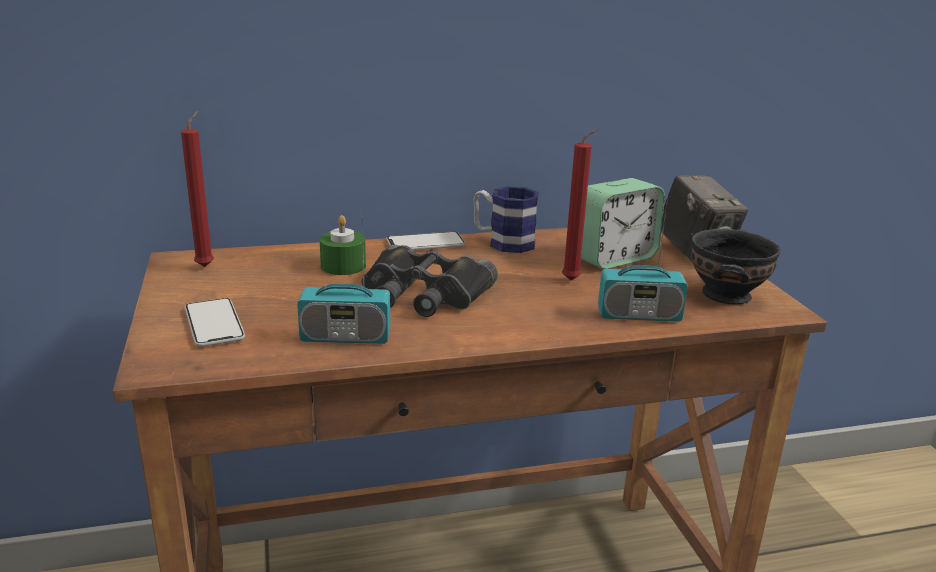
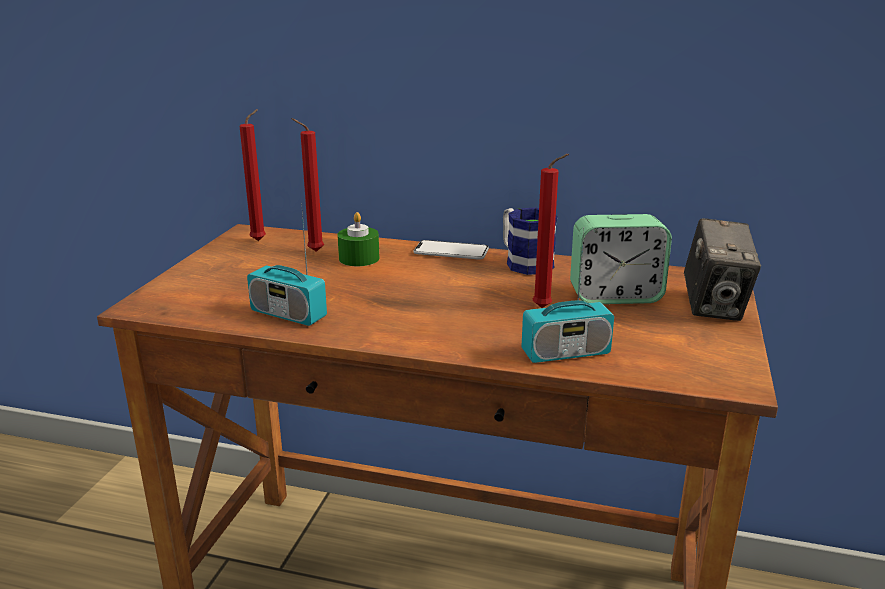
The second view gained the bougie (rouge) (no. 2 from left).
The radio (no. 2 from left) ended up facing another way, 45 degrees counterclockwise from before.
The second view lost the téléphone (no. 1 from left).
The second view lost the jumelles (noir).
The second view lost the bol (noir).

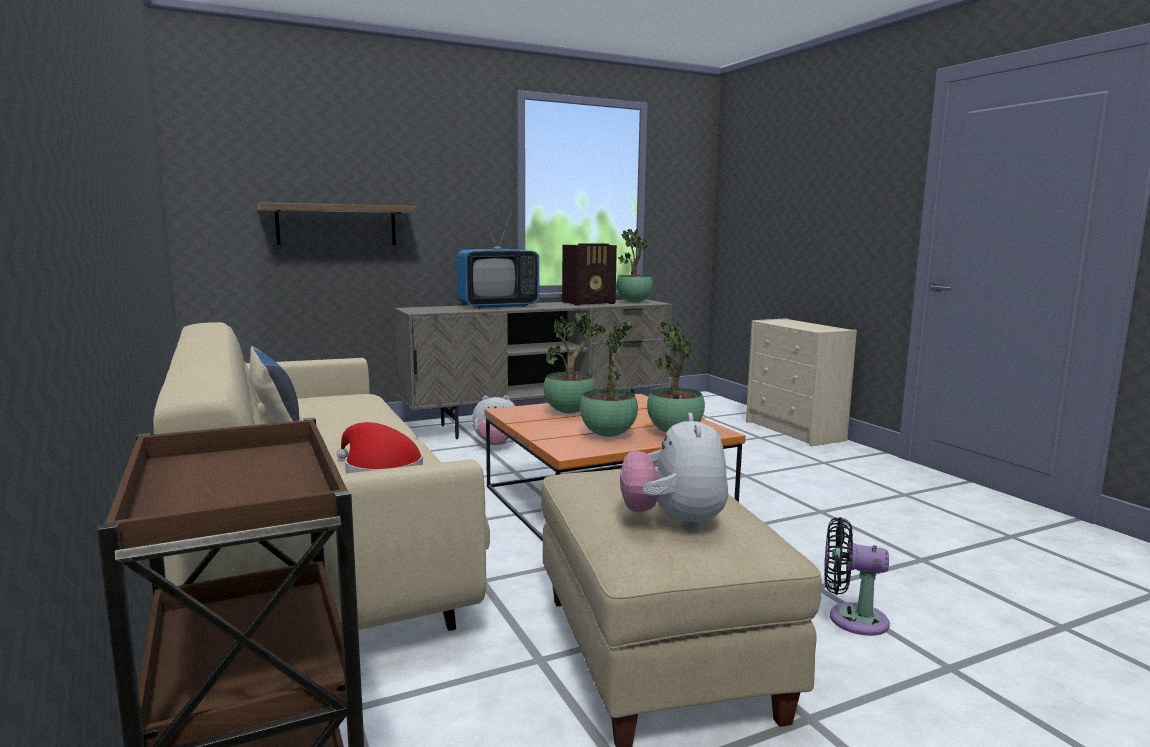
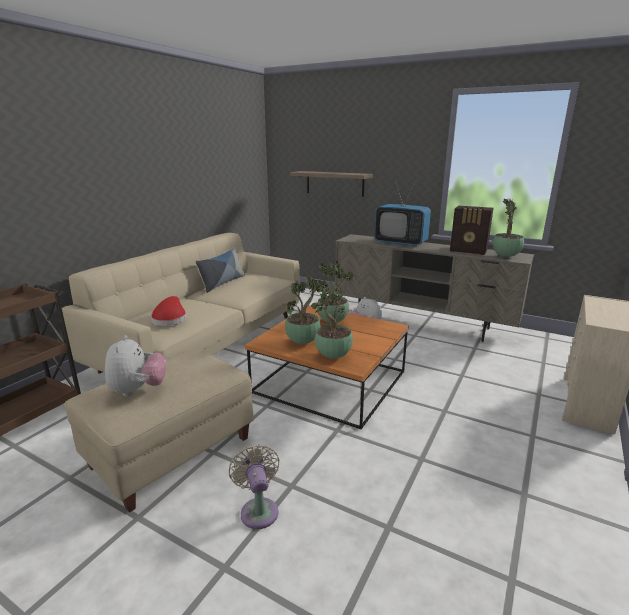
The peluche (no. 2 from left in the first image) ended up facing another way, 120 degrees clockwise from before.
What was the ventilateur (noir) turned into the ventilateur (beige).

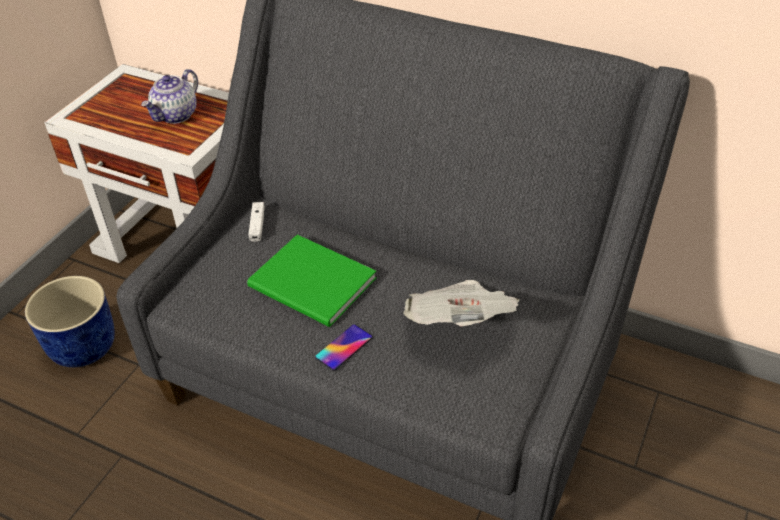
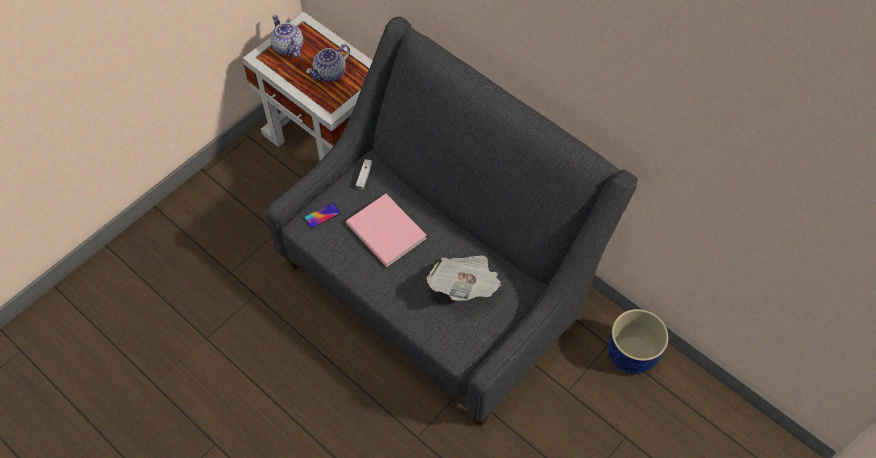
The second view gained the théière (no. 1 from left).
The téléphone ended up elsewhere.
What was the livre (vert) turned into the livre (rose).
The cache-pot (bleu) ended up elsewhere.

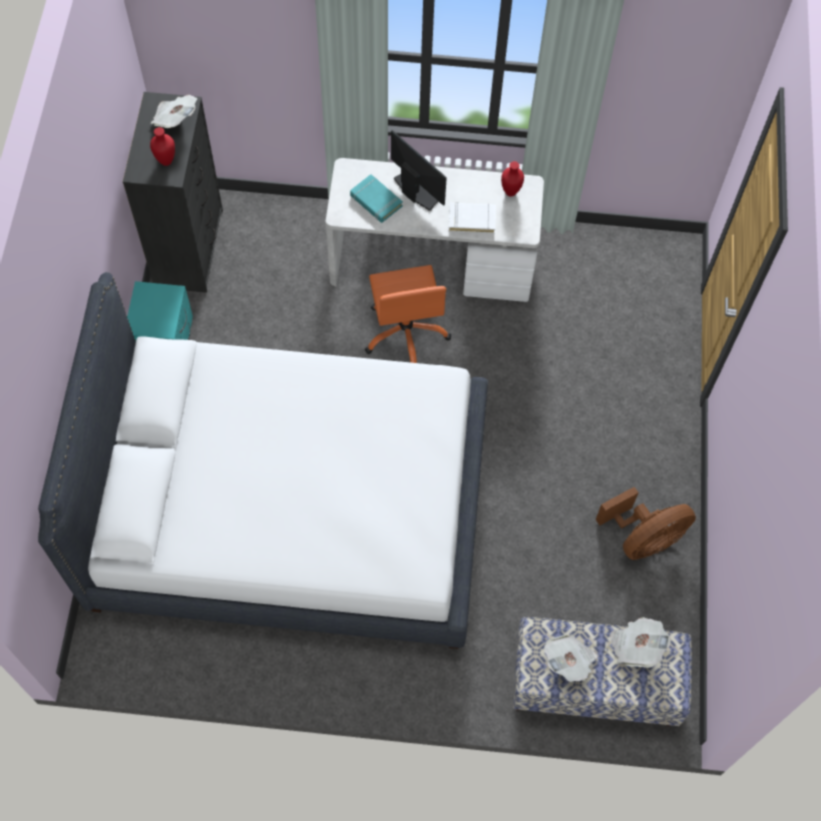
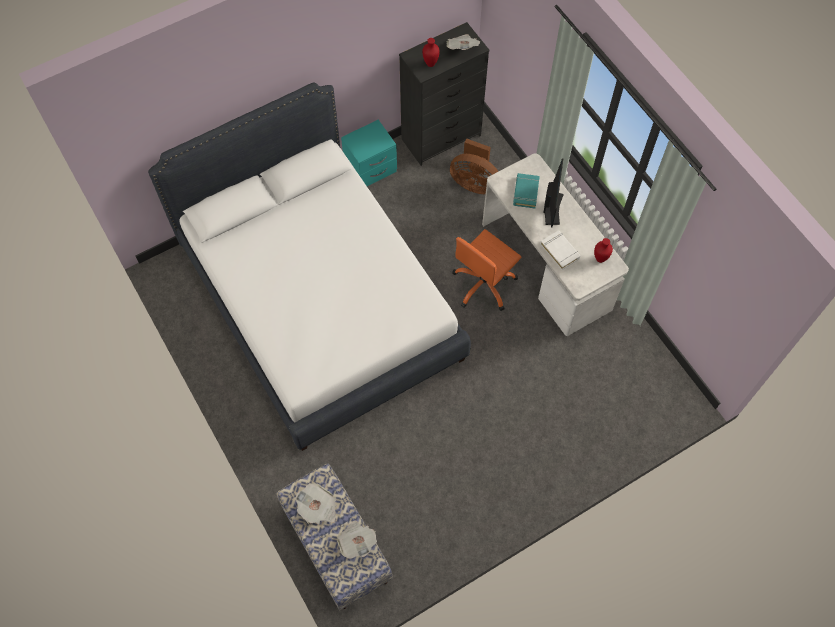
The ventilateur (marron) ended up elsewhere.

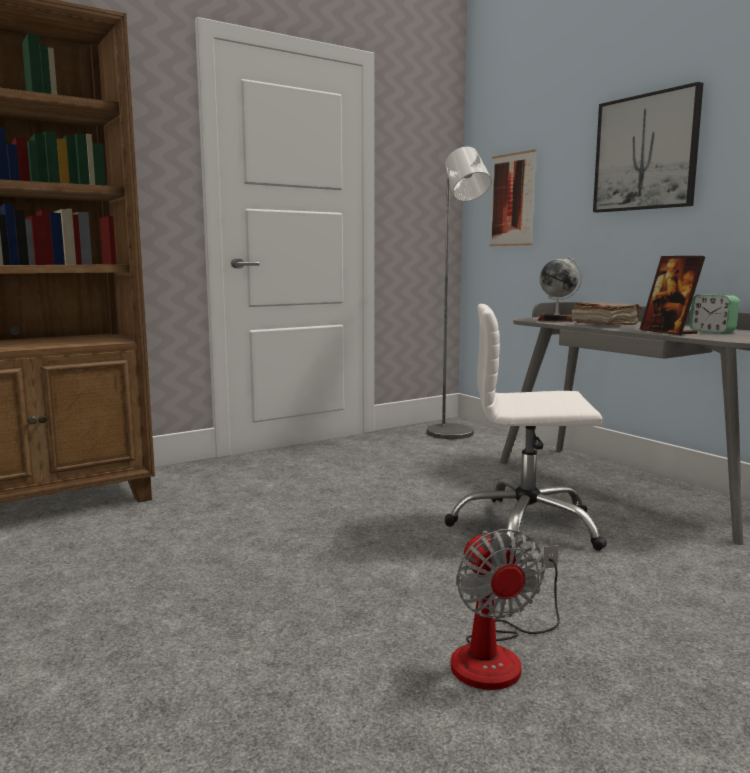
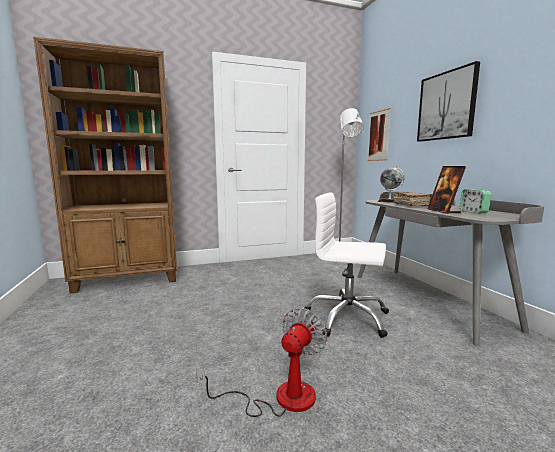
The ventilateur ended up facing another way, 150 degrees counterclockwise from before.

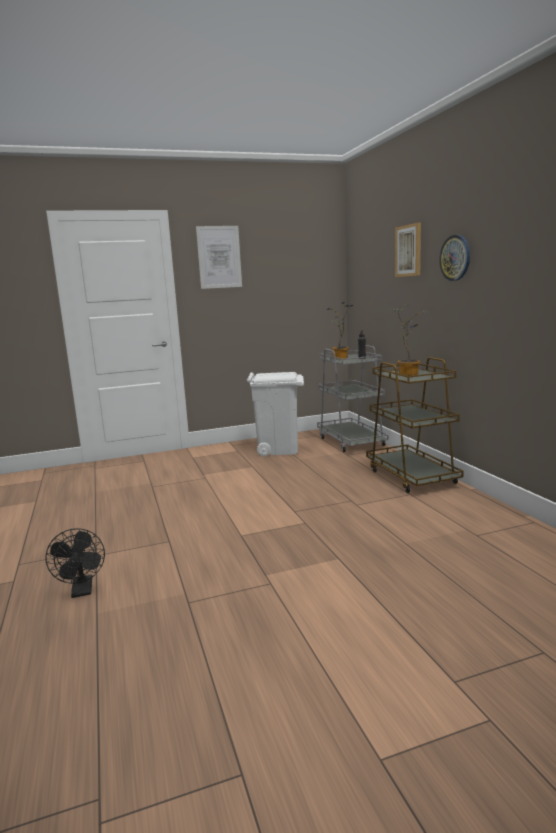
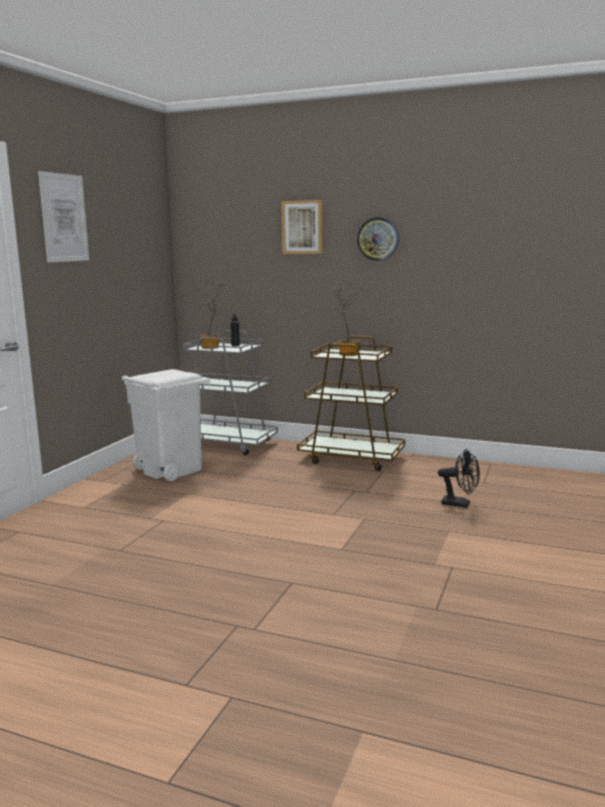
The ventilateur (noir) ended up elsewhere.

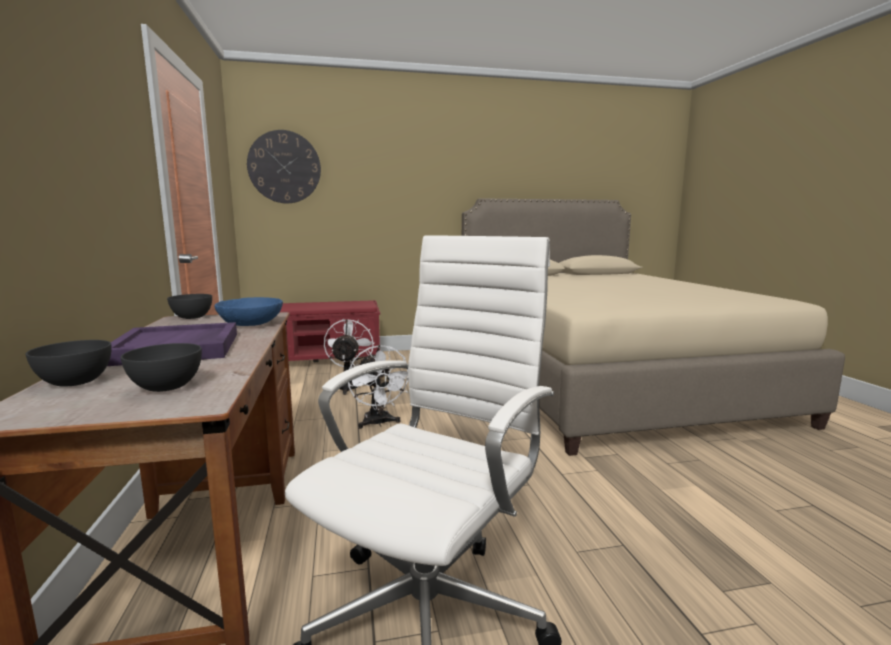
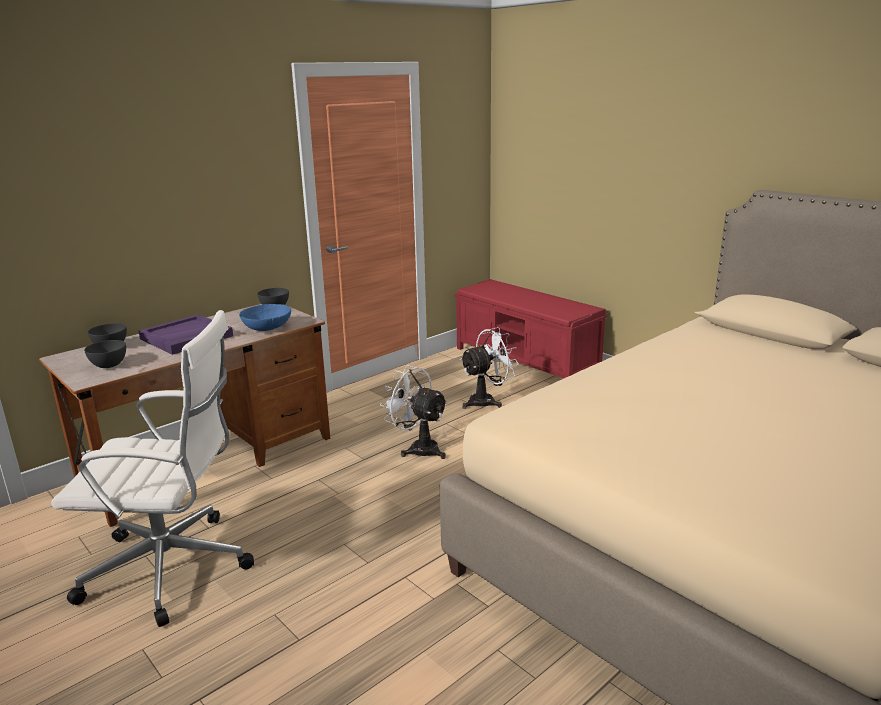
The ventilateur (blanc) (no. 2 from left in the first image) ended up facing another way, 90 degrees clockwise from before.
The second view lost the horloge murale.

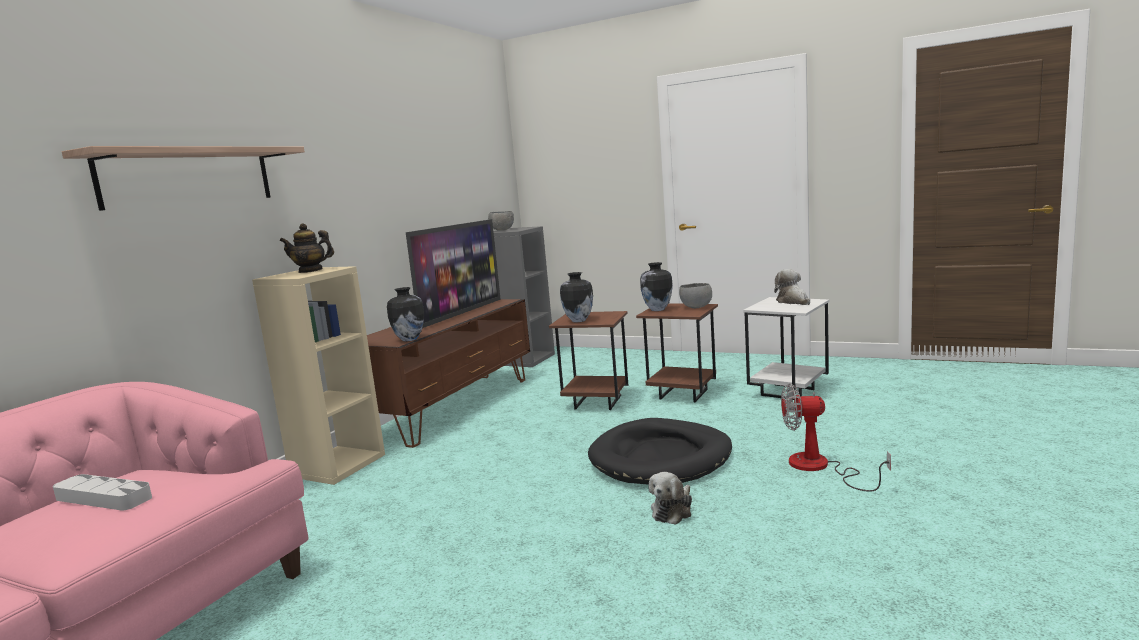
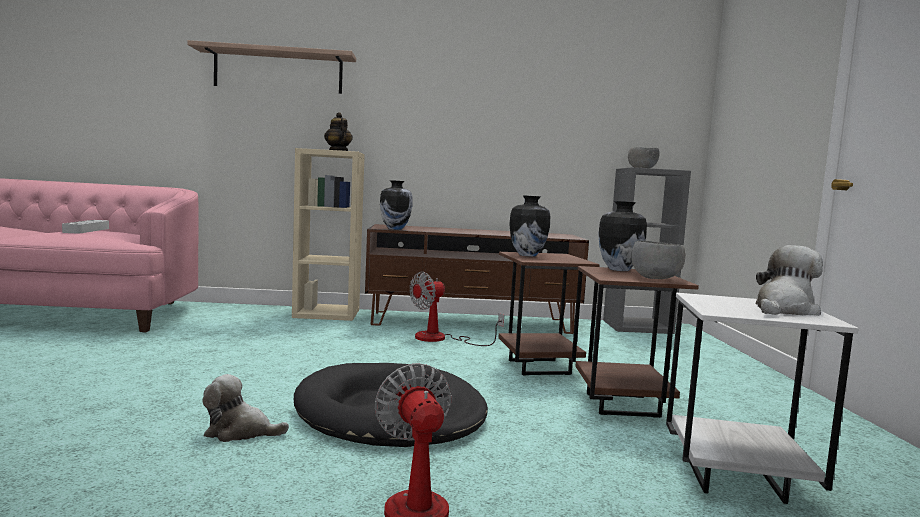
The second view gained the ventilateur (no. 2 from left).
The second view lost the téléviseur.

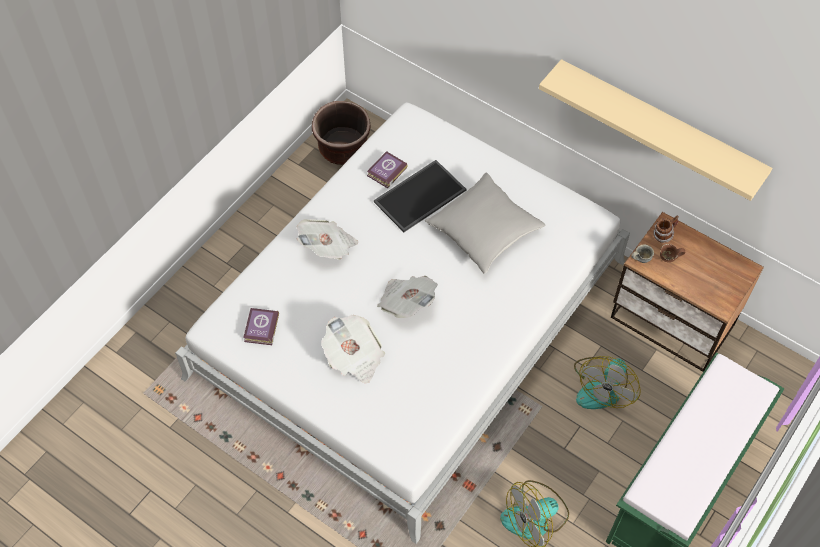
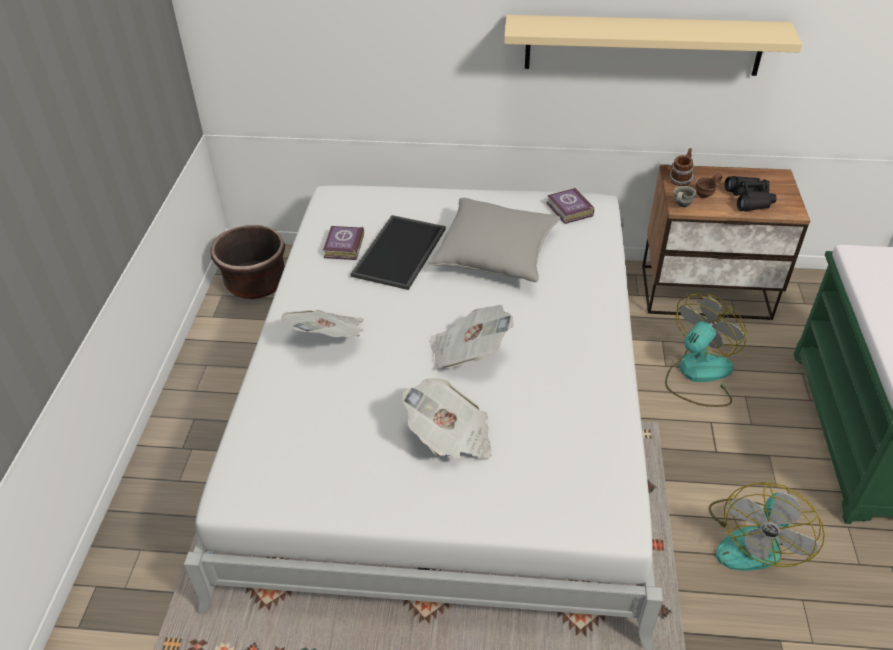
The livre (no. 1 from left in the first image) ended up elsewhere.
The ventilateur (no. 2 from left in the first image) ended up facing another way, 135 degrees counterclockwise from before.
The second view gained the jumelles (noir).

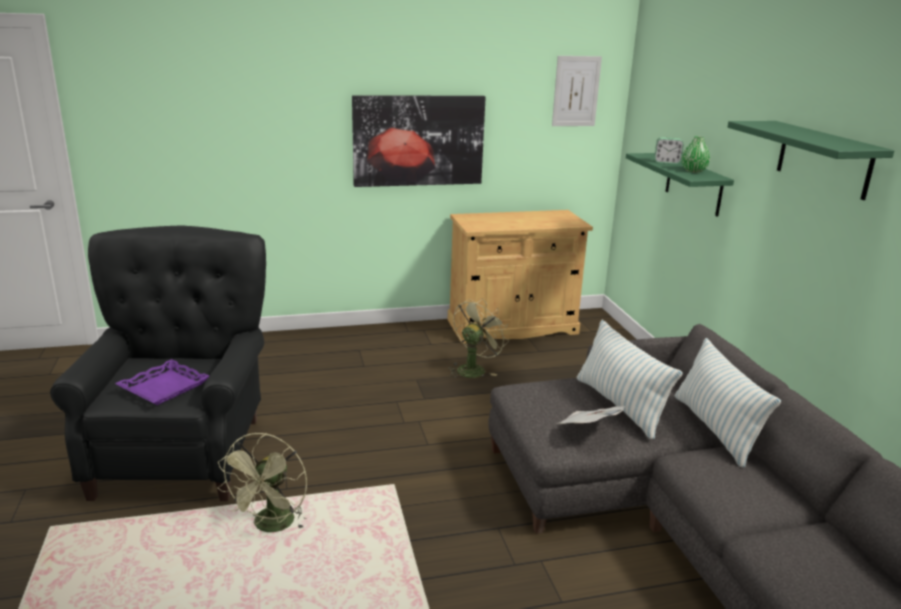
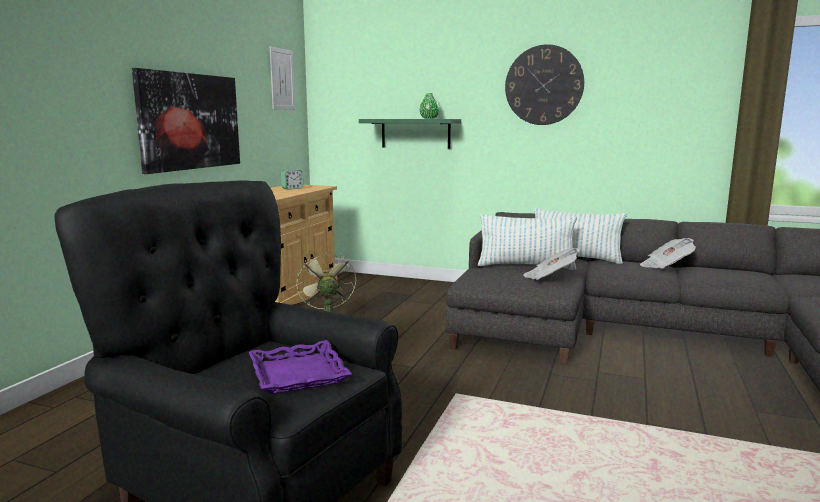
The réveil ended up elsewhere.
Where the étagère (vert) (no. 2 from left) hung, the horloge murale came to hang.
The second view gained the journal (no. 2 from left).
The second view lost the ventilateur (vert) (no. 1 from left).

